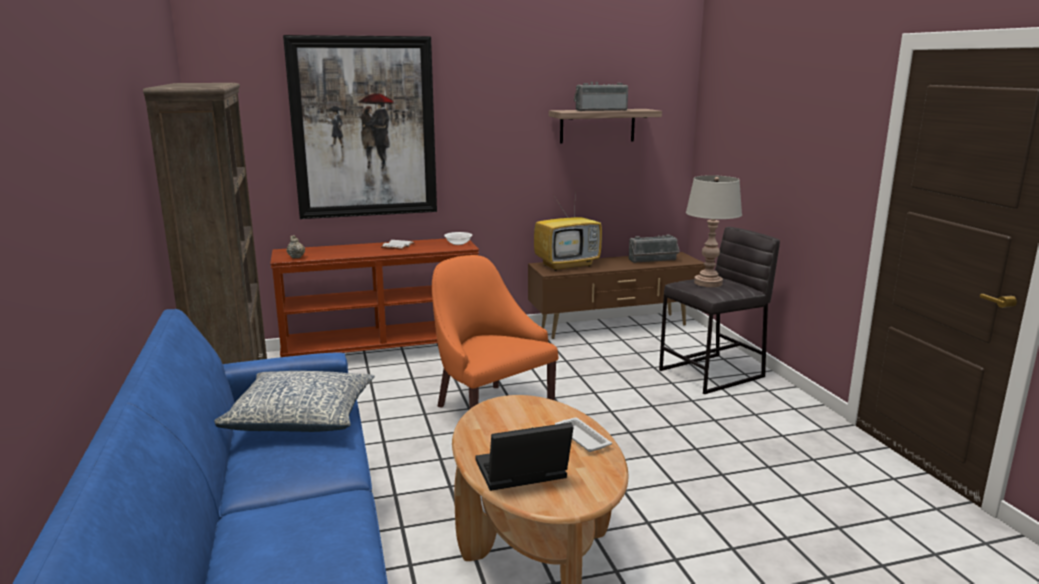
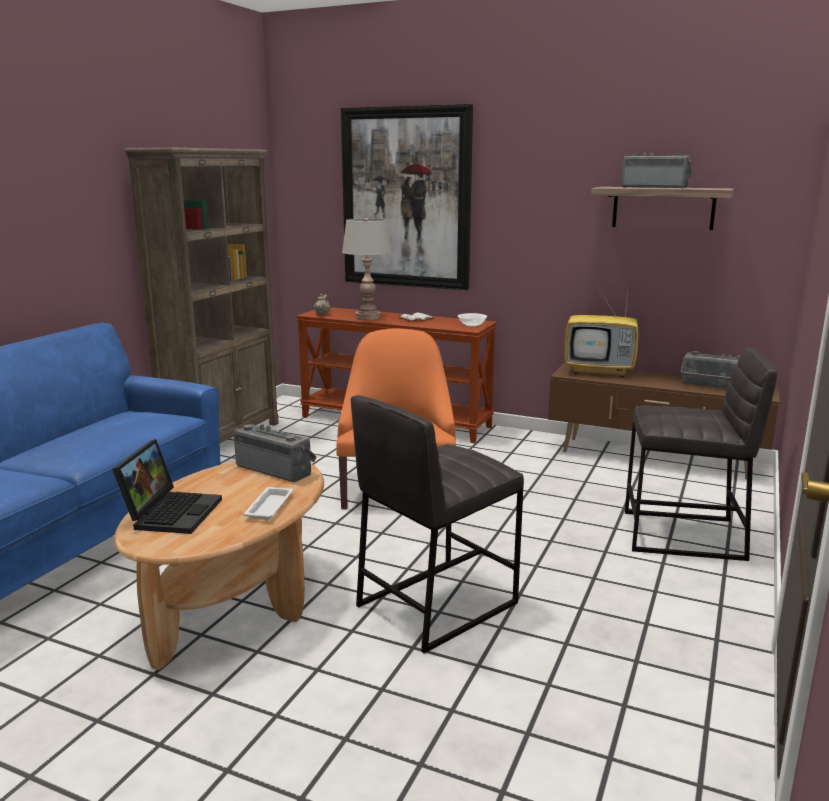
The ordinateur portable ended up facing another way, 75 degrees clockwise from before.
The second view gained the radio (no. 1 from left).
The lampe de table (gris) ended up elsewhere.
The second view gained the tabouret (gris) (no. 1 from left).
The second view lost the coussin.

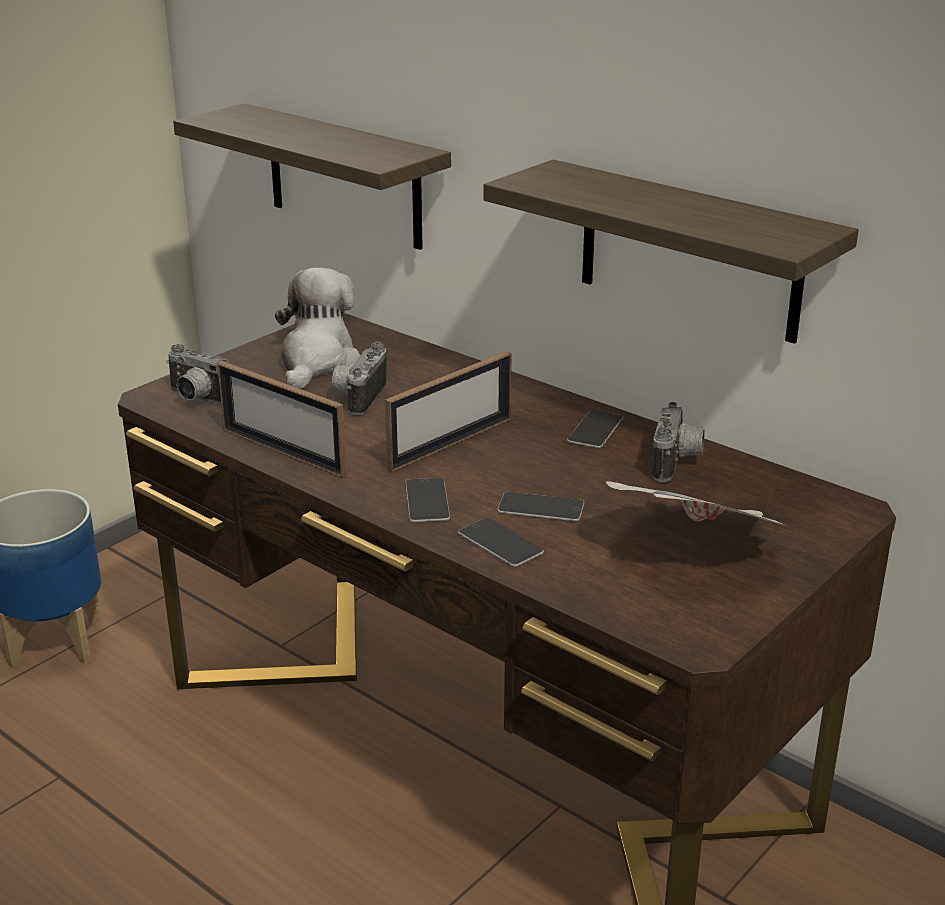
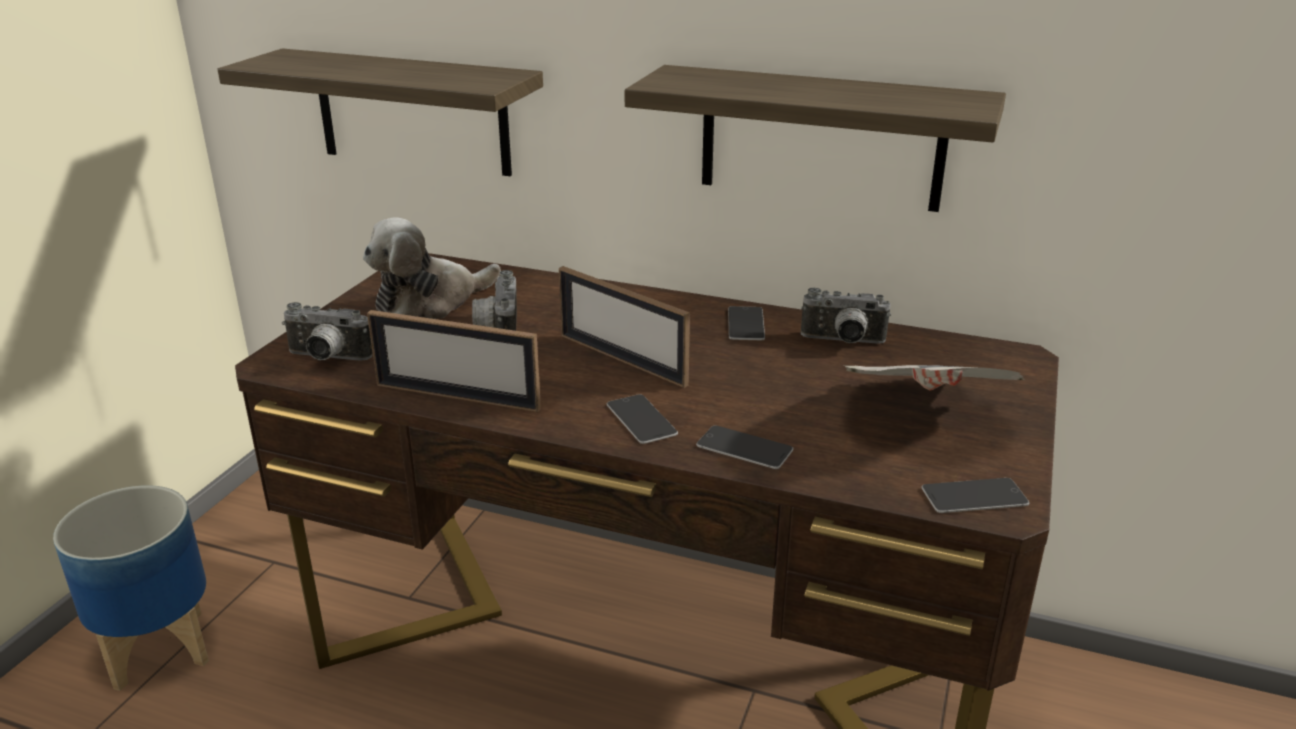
The peluche ended up facing another way, 120 degrees counterclockwise from before.
The cadre photo (no. 2 from left) ended up facing another way, 105 degrees clockwise from before.
The appareil photo (no. 3 from left) ended up facing another way, 105 degrees clockwise from before.
The téléphone (no. 3 from left in the first image) ended up elsewhere.

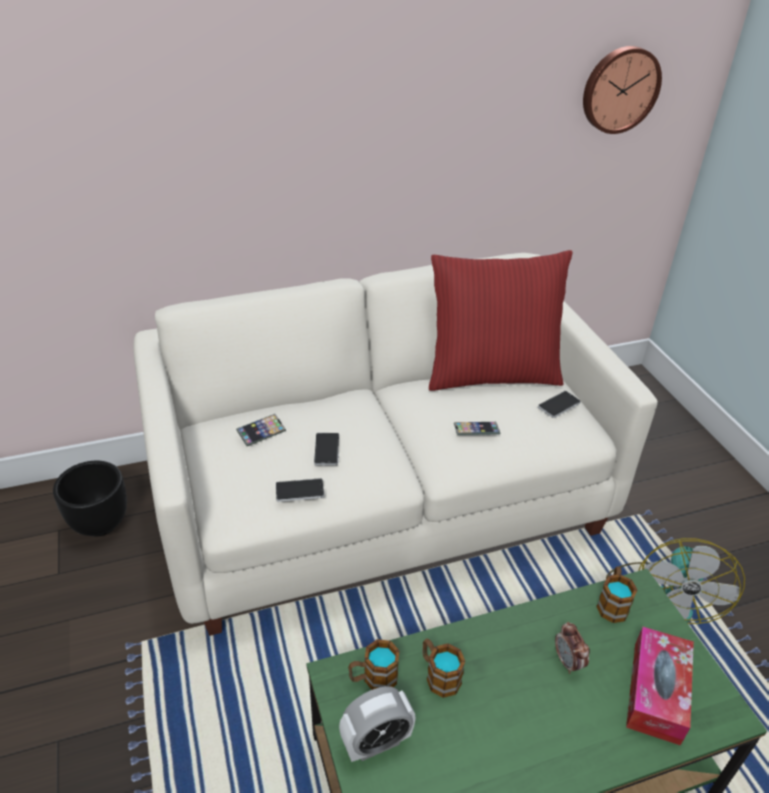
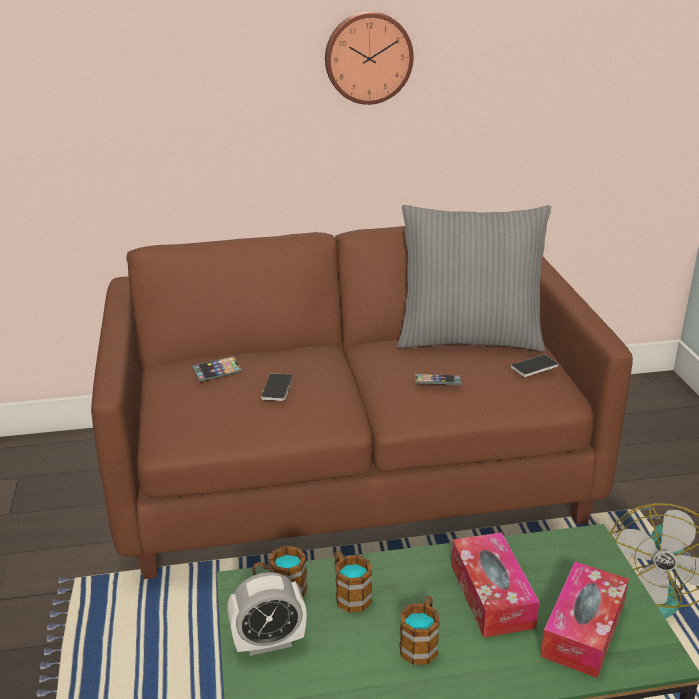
What was the canapé (blanc) turned into the canapé (marron).
The horloge murale ended up elsewhere.
What was the coussin (rouge) turned into the coussin (gris).
The mug (no. 3 from left) ended up elsewhere.
Where the réveil (no. 2 from left) stood, the boîte à mouchoirs (no. 1 from left) came to stand.
The second view lost the cache-pot (noir).
The second view lost the téléphone (no. 2 from left).

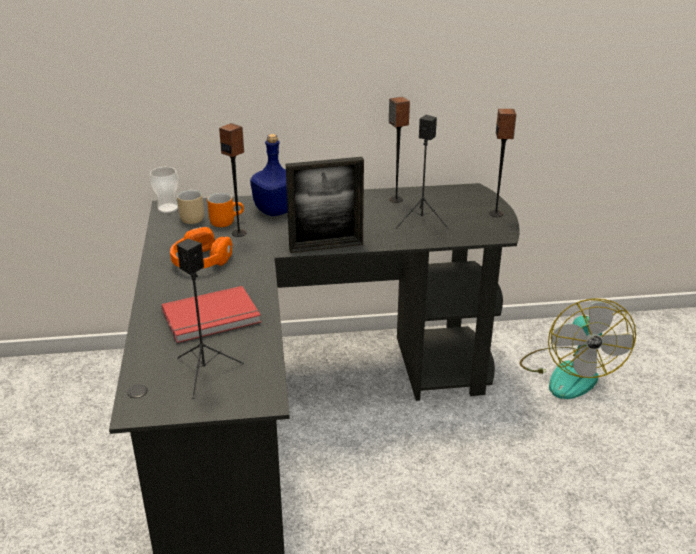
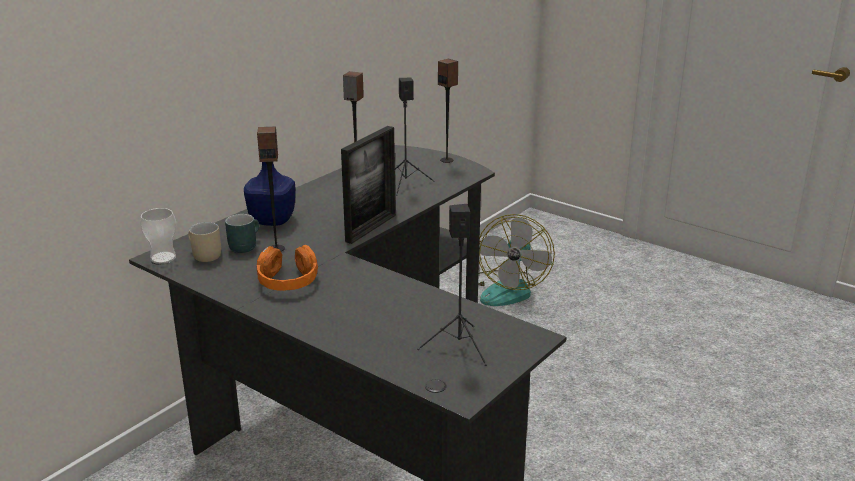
What was the mug (orange) turned into the mug (turquoise).
The ventilateur ended up facing another way, 60 degrees clockwise from before.
The second view lost the livre (rouge).

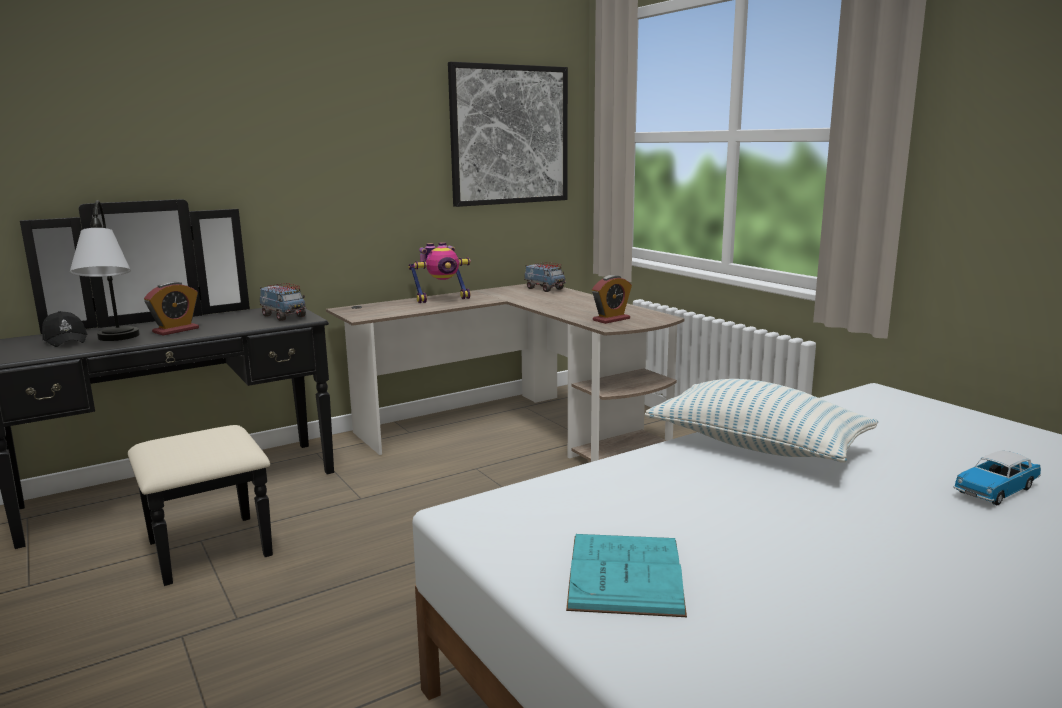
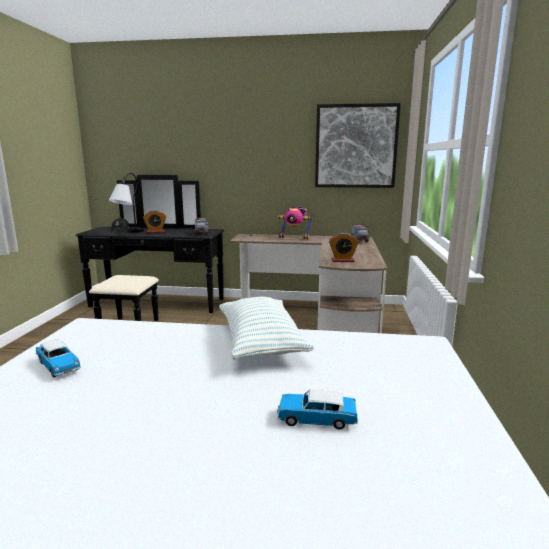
Where the livre (turquoise) stood, the petite voiture (no. 1 from left) came to stand.

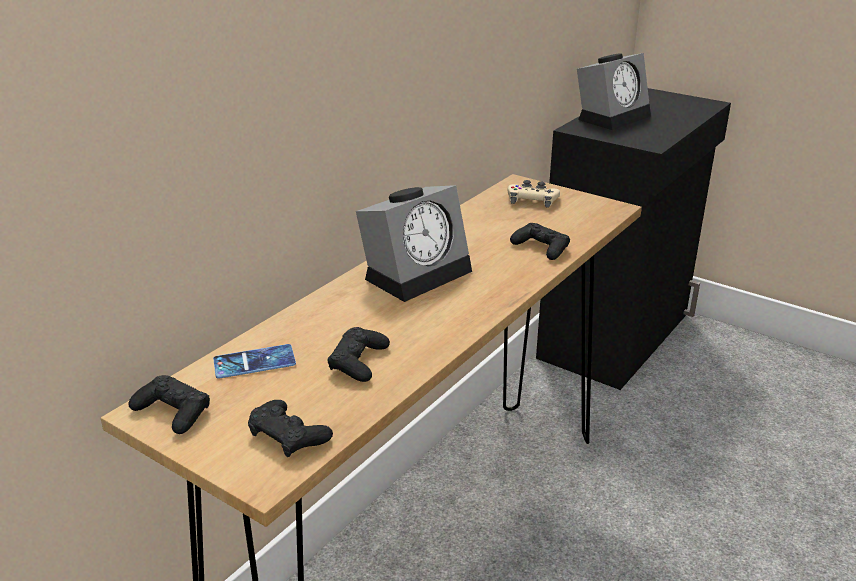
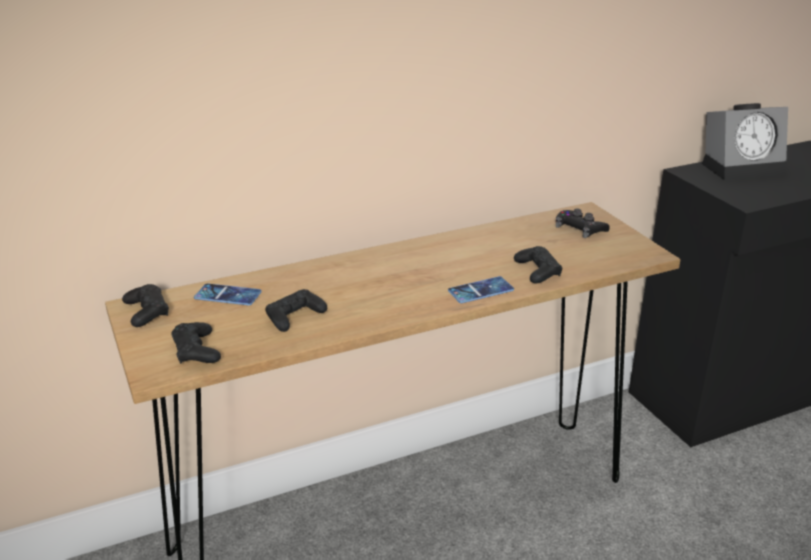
The second view gained the téléphone (no. 2 from left).
What was the manette (beige) turned into the manette (noir) (no. 5 from left).
The second view lost the réveil (no. 1 from left).

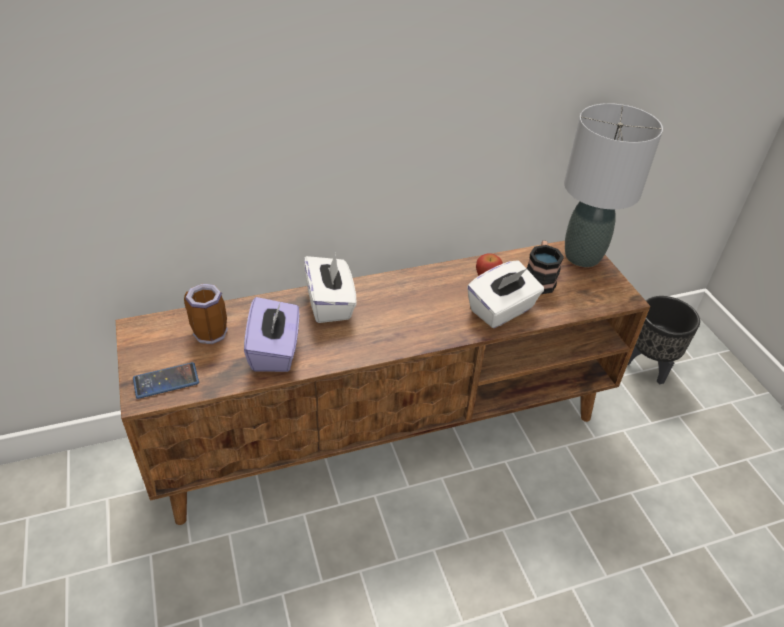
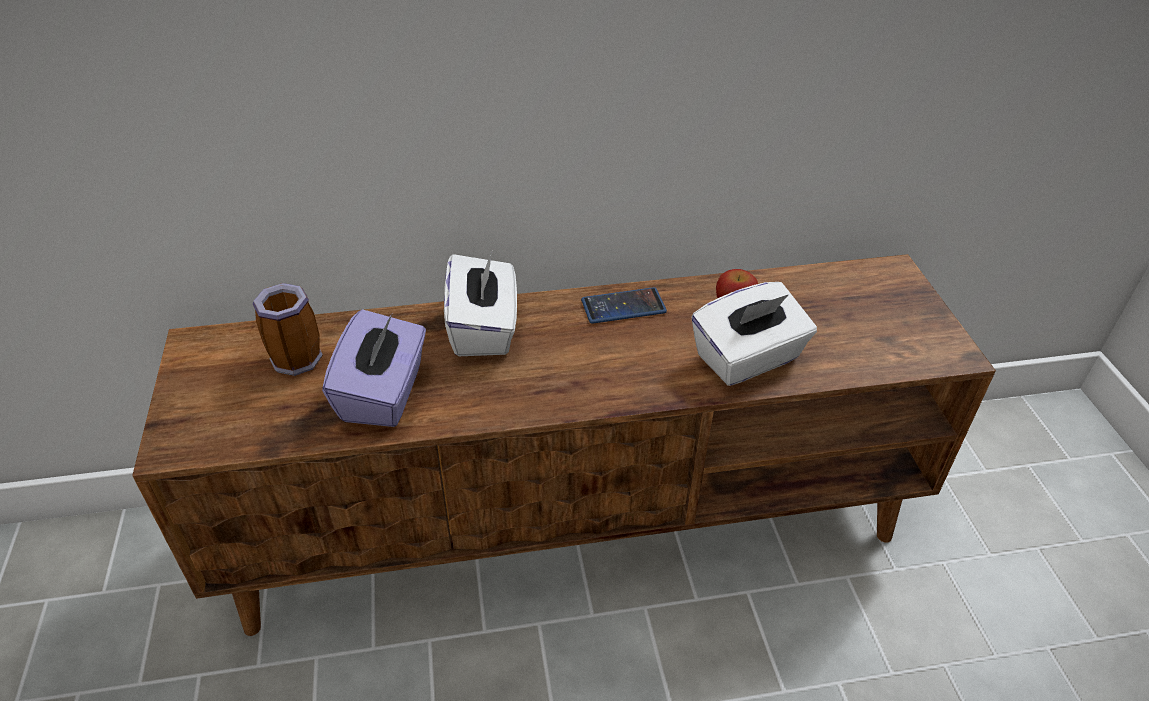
The téléphone ended up elsewhere.
The second view lost the mug (no. 2 from left).
The second view lost the lampe de table (gris).
The second view lost the cache-pot (noir).

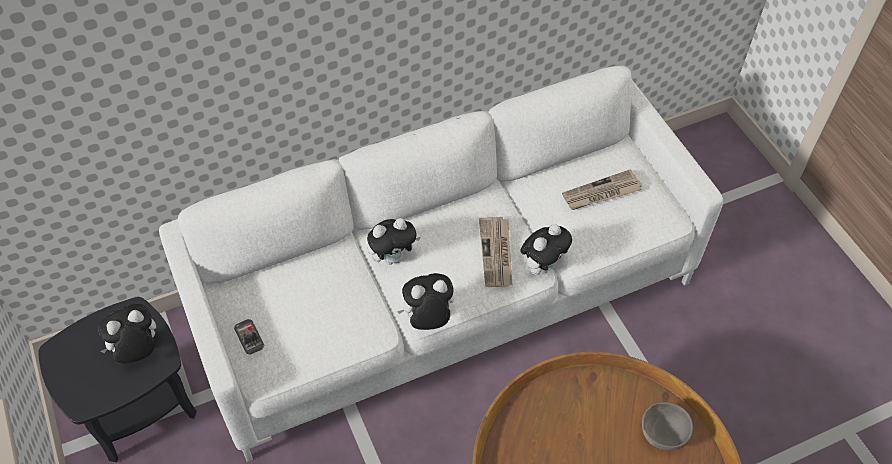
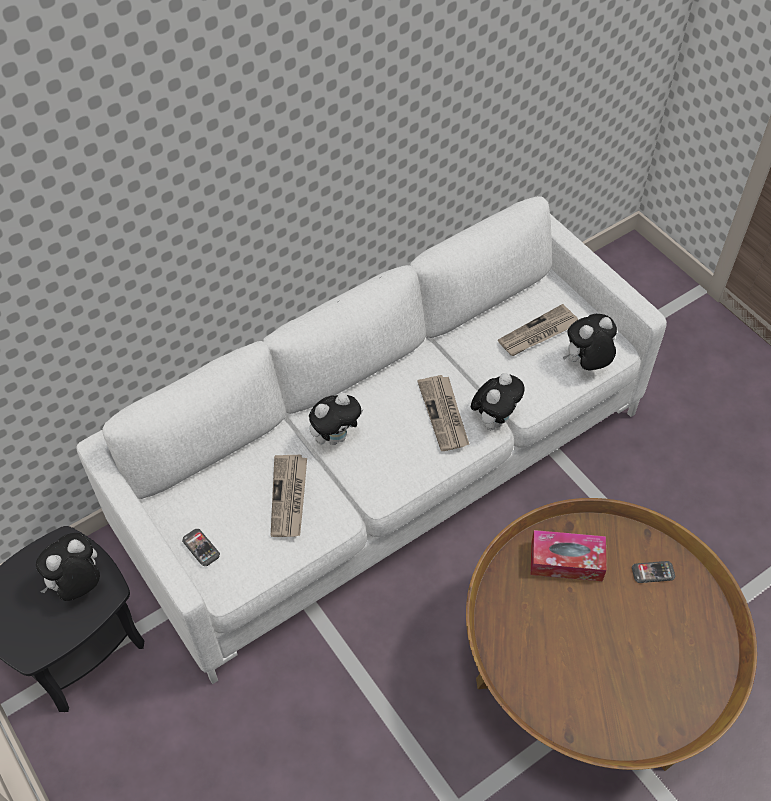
The second view gained the journal (no. 1 from left).
The second view gained the boîte à mouchoirs.
The peluche (no. 3 from left in the first image) ended up elsewhere.
Where the bol (gris) stood, the téléphone (no. 2 from left) came to stand.

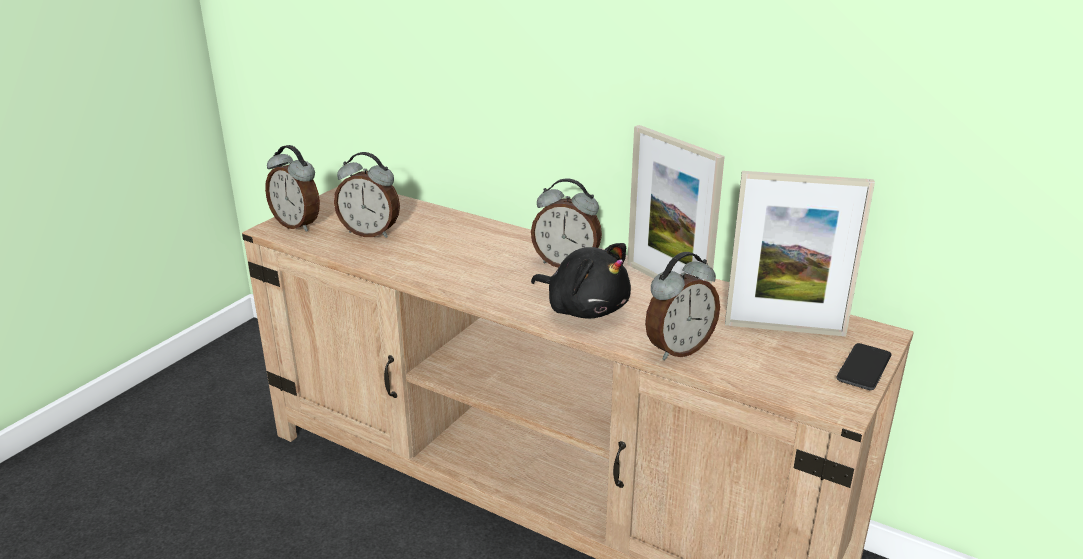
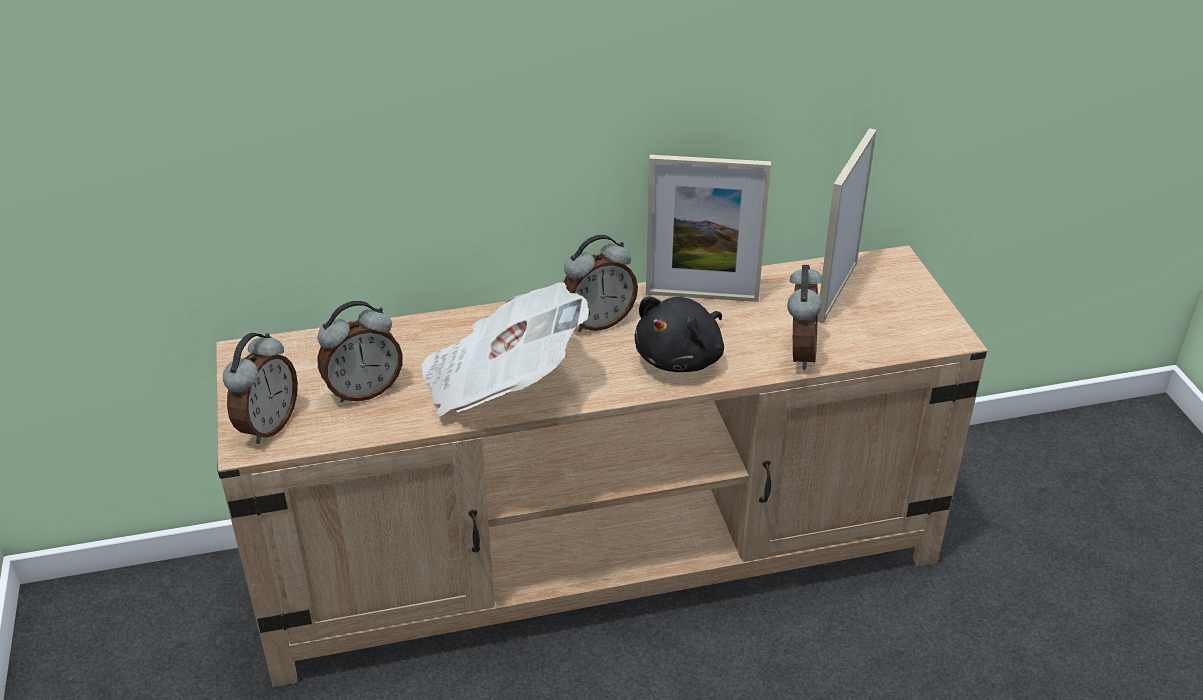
The réveil (no. 1 from left) ended up facing another way, 60 degrees counterclockwise from before.
The second view gained the journal.
The peluche (noir) ended up facing another way, 135 degrees clockwise from before.
The cadre photo (no. 2 from left) ended up facing another way, 150 degrees clockwise from before.
The second view lost the téléphone.

